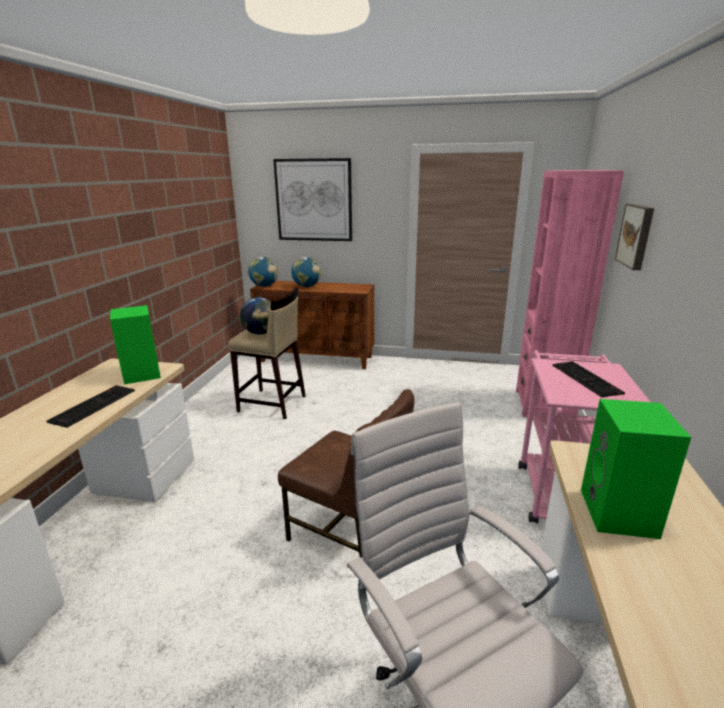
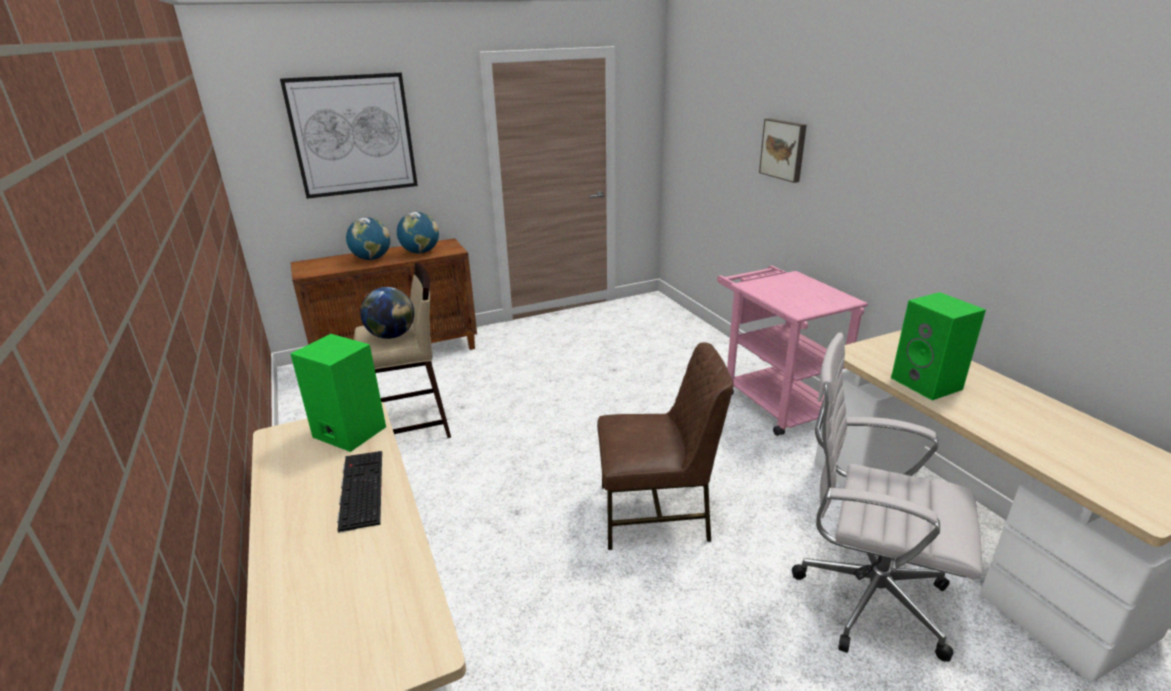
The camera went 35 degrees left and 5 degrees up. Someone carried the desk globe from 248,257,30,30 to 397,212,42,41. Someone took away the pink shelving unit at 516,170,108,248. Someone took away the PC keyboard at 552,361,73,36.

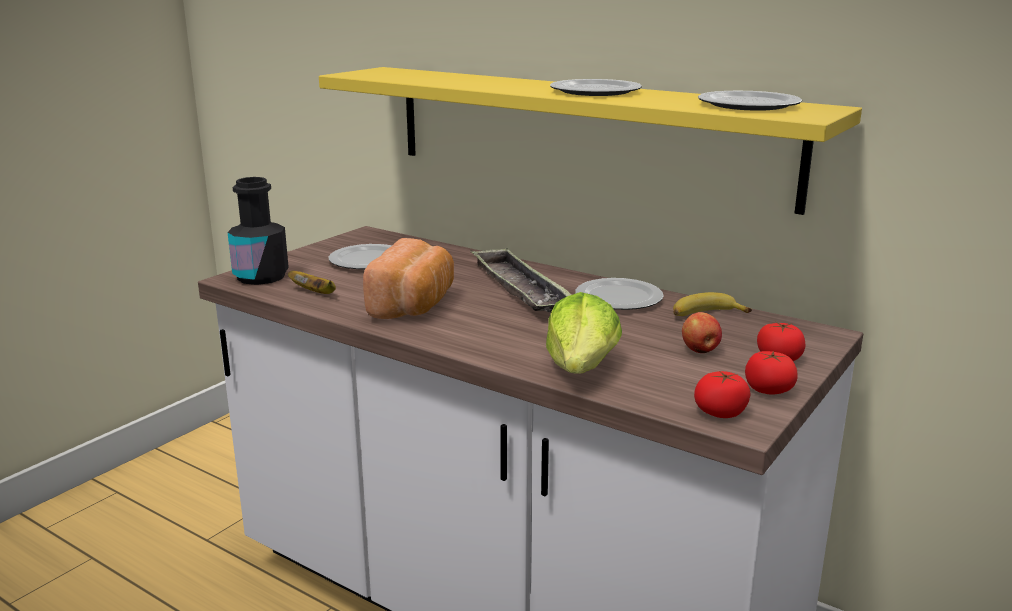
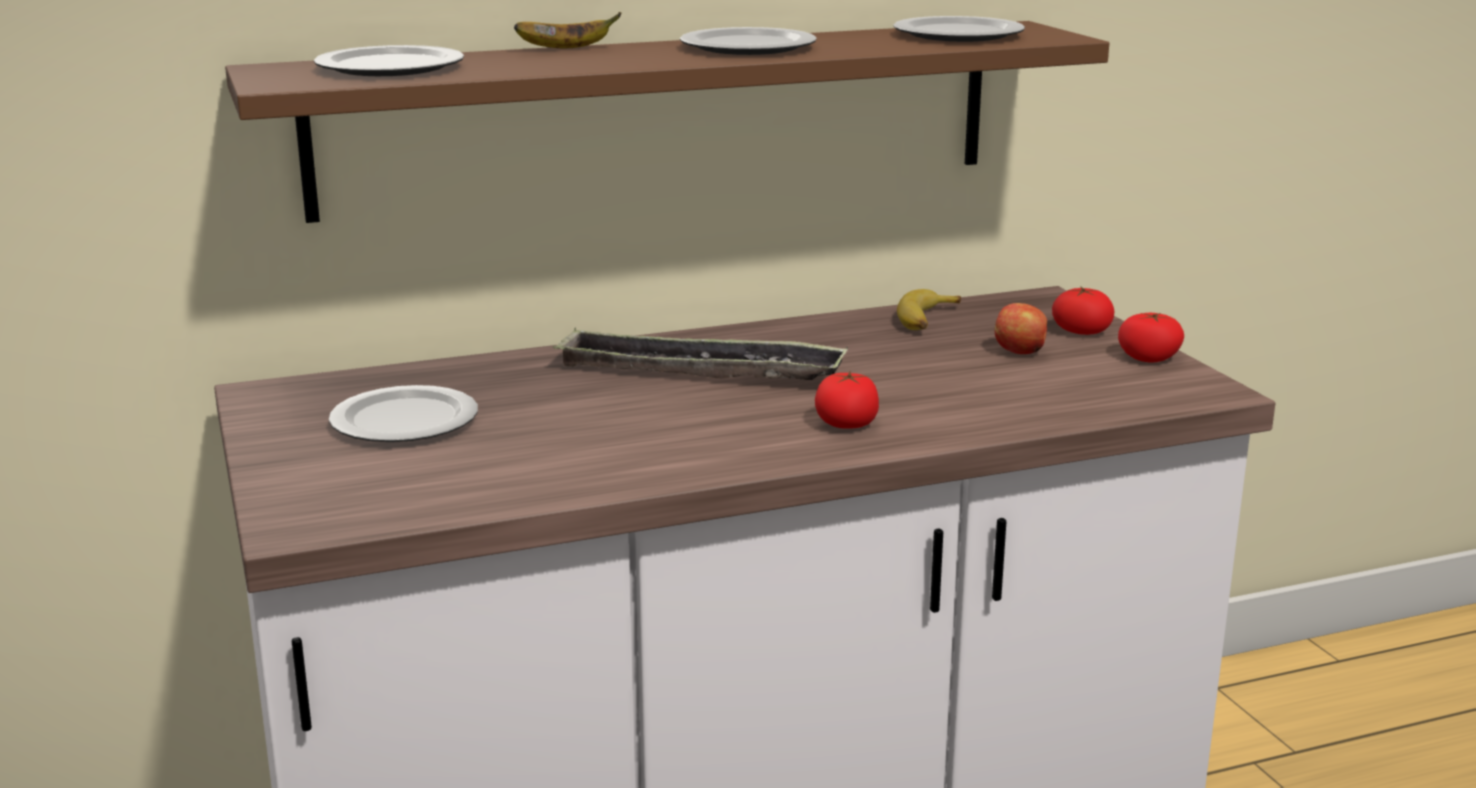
The camera went 55 degrees left and 0 degrees up. Someone took away the black drink bottle at 227,177,62,108. Someone carried the banana from 288,271,48,23 to 514,12,107,36. Someone repainted the yellowish shelf at 319,67,543,148, which became the brownish shelf at 225,21,884,202. Someone took away the bread at 363,238,91,81. Someone took away the head of lettuce at 546,292,76,81. Someone carried the dinner plate from 575,278,89,32 to 314,45,150,31. Someone carried the fresh tomato from 694,371,57,47 to 815,371,64,58.

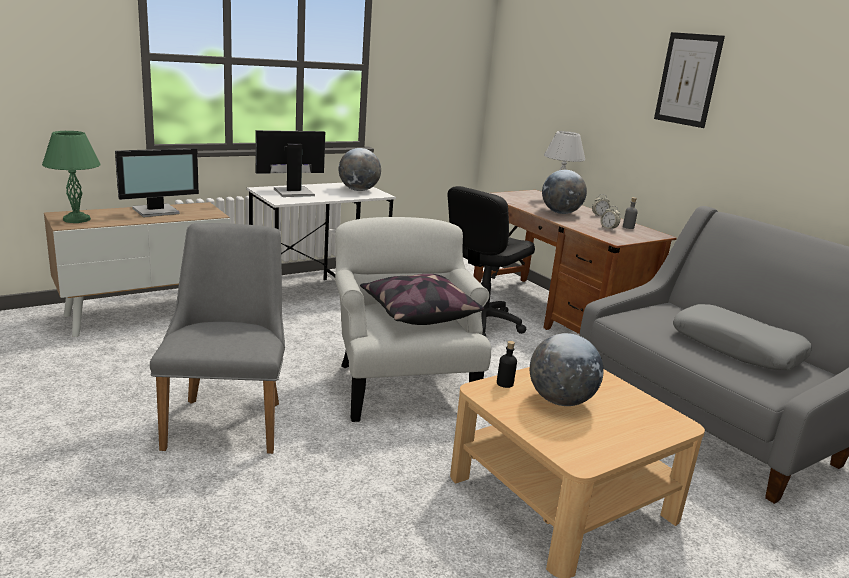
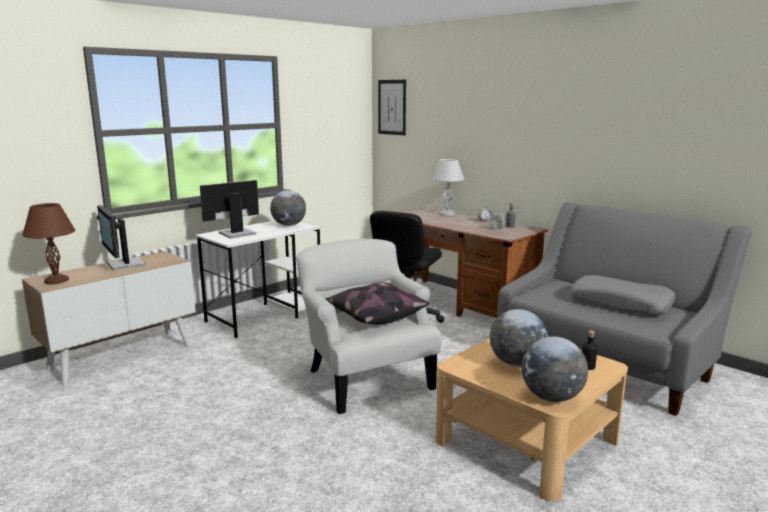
The camera went 10 degrees left and 5 degrees down. Someone repainted the green table lamp at 42,131,58,92, which became the brownish table lamp at 23,203,52,81. Someone rotated the computer display at 115,148,84,69 by 105 degrees clockwise. Someone took away the greyish plain chair at 150,223,135,231. Someone carried the black drink bottle from 497,341,20,47 to 582,331,15,39. Someone carried the desk globe from 542,170,45,44 to 521,337,67,65. Someone carried the picture from 654,32,71,96 to 378,80,28,55.

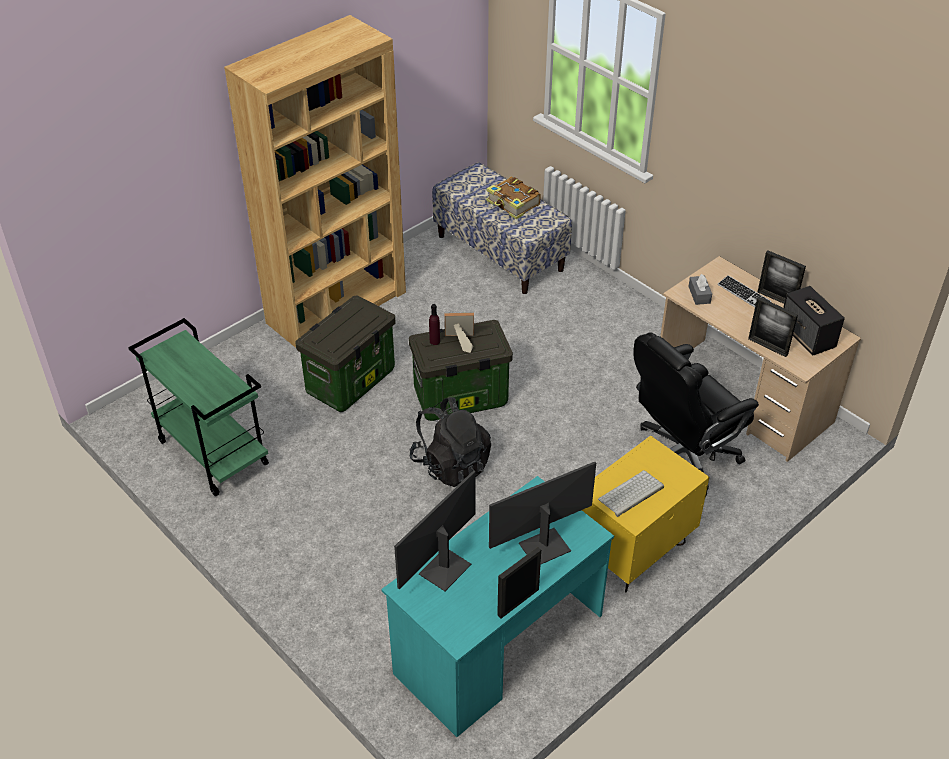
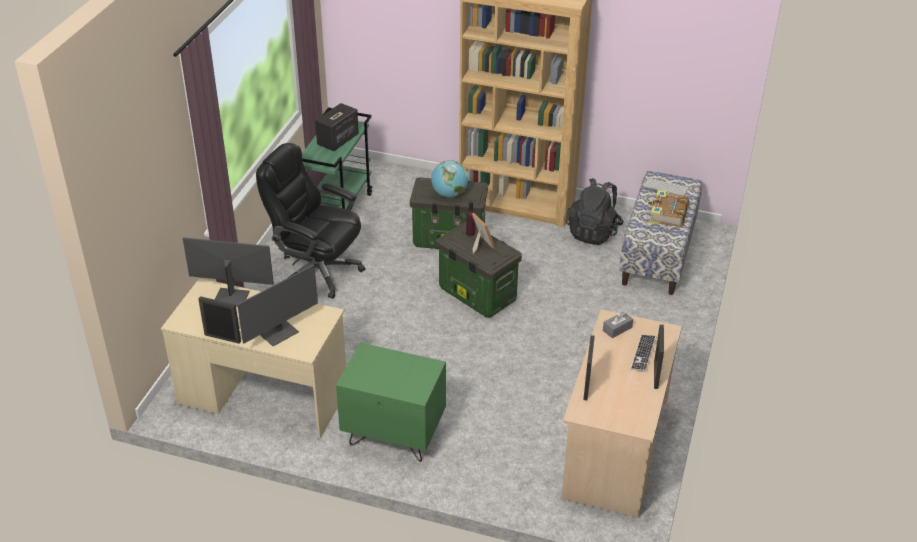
The camera went 60 degrees right and 5 degrees down. Someone repainted the blue-green desk table at 381,476,233,261, which became the sand-coloured desk table at 161,278,185,161. Someone carried the black knapsack from 410,397,81,90 to 566,178,58,67. Someone rotated the computer display at 489,462,107,102 by 105 degrees clockwise. Someone repainted the yellowish nightstand at 582,435,127,157, which became the green nightstand at 336,343,110,119. Someone carried the PC keyboard from 598,470,66,47 to 643,178,46,18. Someone carried the black computer chair from 633,332,126,165 to 256,143,109,156. Someone carried the audio speaker from 783,286,62,69 to 315,103,44,48. Someone put down the desk globe at 431,160,37,37.

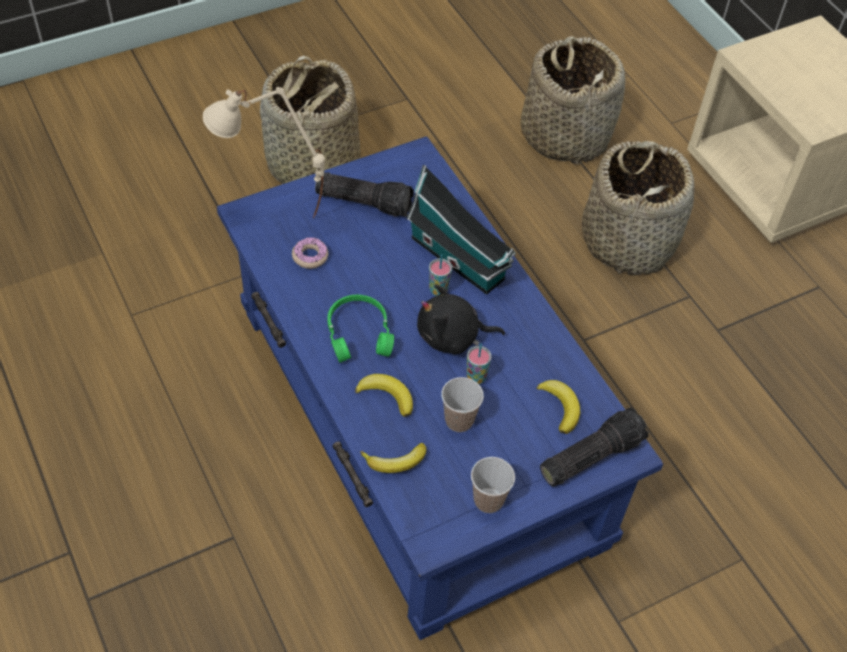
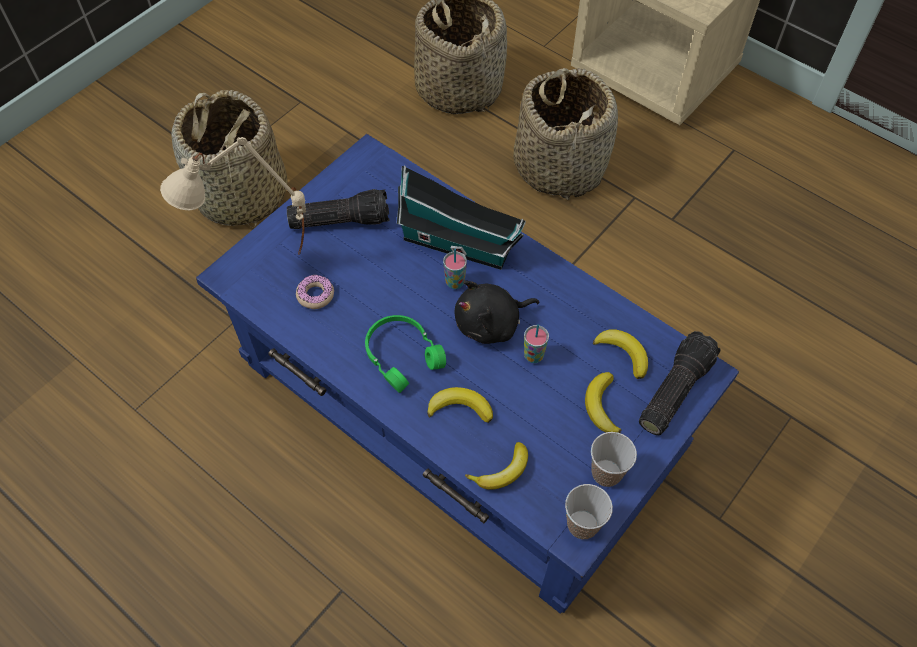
The camera went 20 degrees left and 5 degrees up. Someone carried the small cup from 441,377,43,55 to 565,484,48,55. Someone put down the banana at 585,372,36,61.

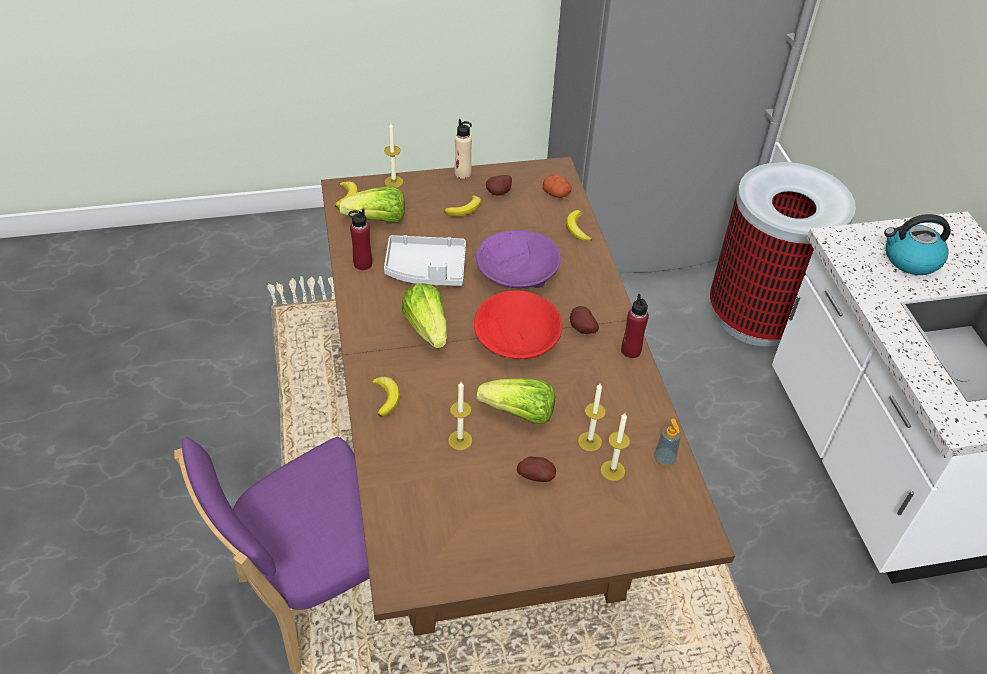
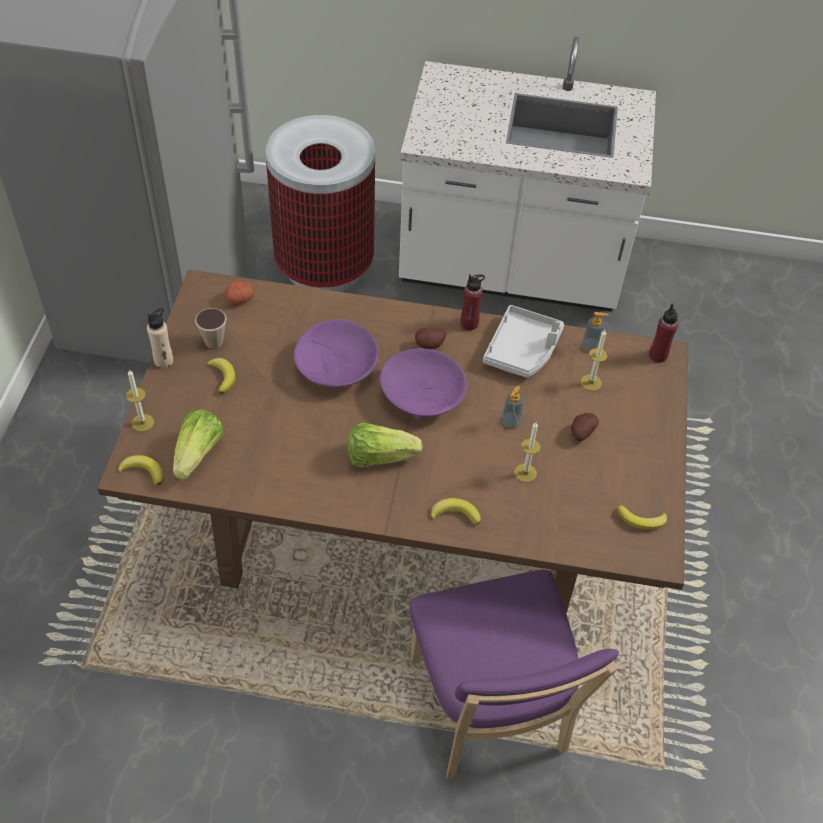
The camera went 70 degrees left and 5 degrees up. Someone carried the red drink bottle from 348,208,24,62 to 649,304,29,59. Someone carried the greyish serving tray from 384,235,82,51 to 483,305,81,73. Someone repainted the red deep dish at 474,290,88,69, which became the purple-coloured deep dish at 380,348,87,72. Someone swapped the head of lettuce at 476,379,79,45 for the soap bottle at 501,386,22,42. Someone swapped the potato at 486,175,26,21 for the small cup at 195,308,32,40. Someone carried the banana from 566,210,26,31 to 617,505,50,25. Someone took away the wax light at 578,384,28,68. Someone took away the kettle at 884,214,67,61.

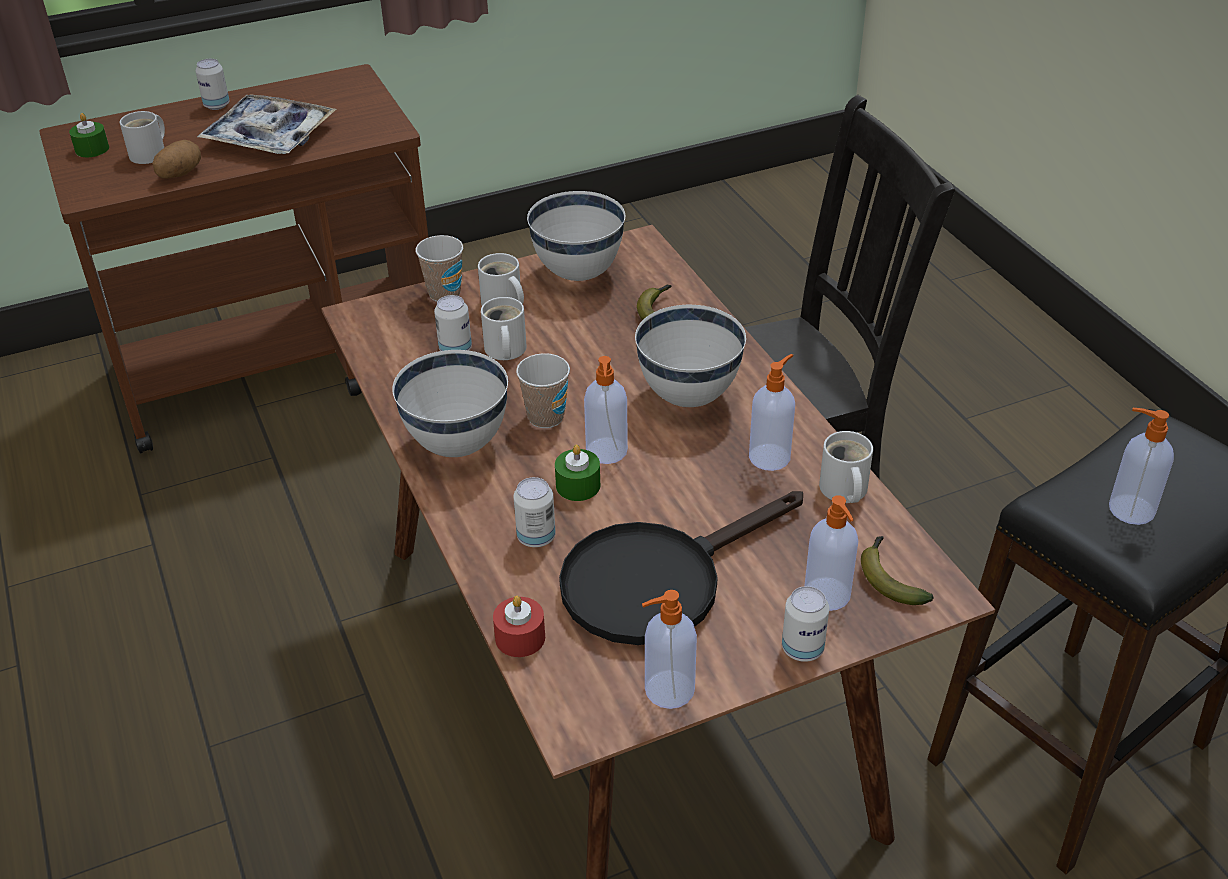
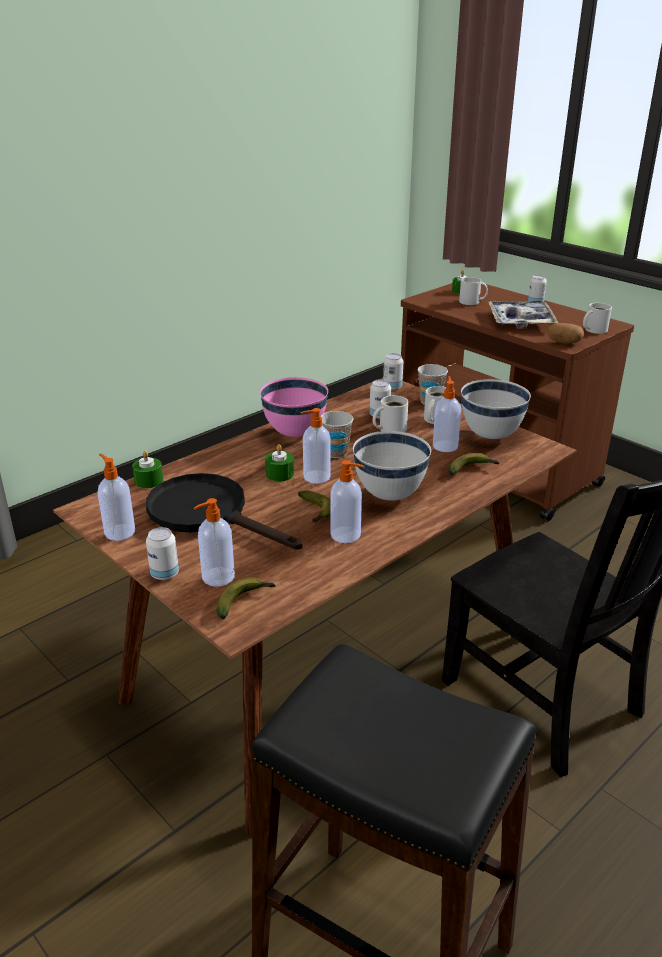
The camera went 70 degrees right and 10 degrees down. Someone carried the potato from 152,140,49,39 to 547,323,37,21. Someone repainted the whitish deep dish at 392,350,116,107, which became the pink deep dish at 260,377,68,60. Someone repainted the red wax light at 493,596,52,61, which became the green wax light at 132,451,31,37. Someone carried the sealed can from 513,477,43,70 to 383,353,20,37. Someone carried the whitish tea mug from 819,431,54,72 to 583,303,29,31. Someone carried the soap bottle from 1109,408,65,117 to 433,376,28,76. Someone put down the banana at 298,490,32,33.

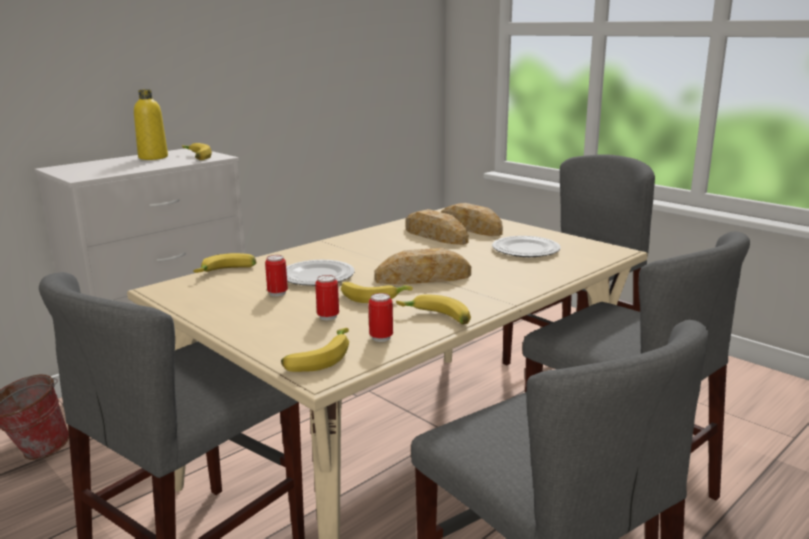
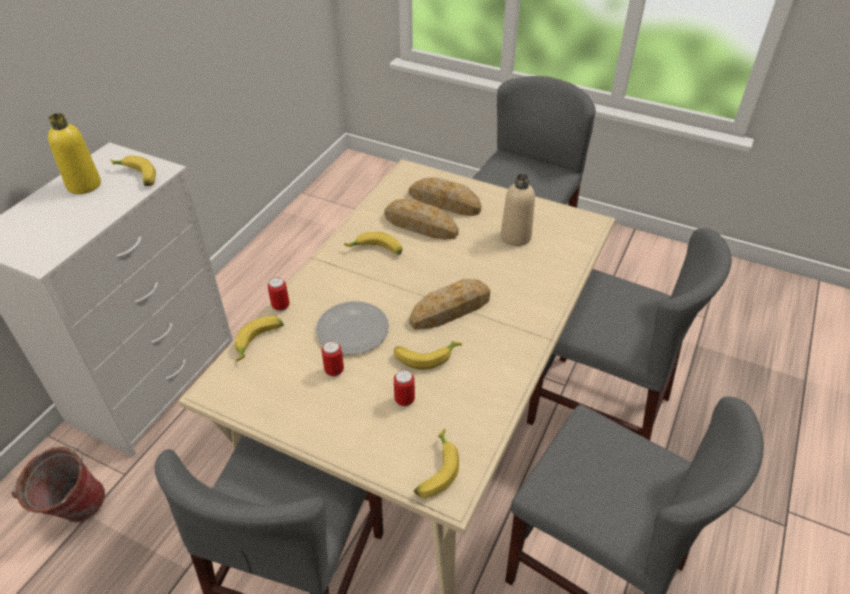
The camera went 20 degrees left and 25 degrees up. Someone carried the sealed can from 369,293,24,49 to 268,277,22,35. Someone carried the banana from 396,294,75,31 to 344,232,59,23. Someone swapped the dinner plate at 492,236,69,21 for the sand-coloured drink bottle at 501,174,34,72.

